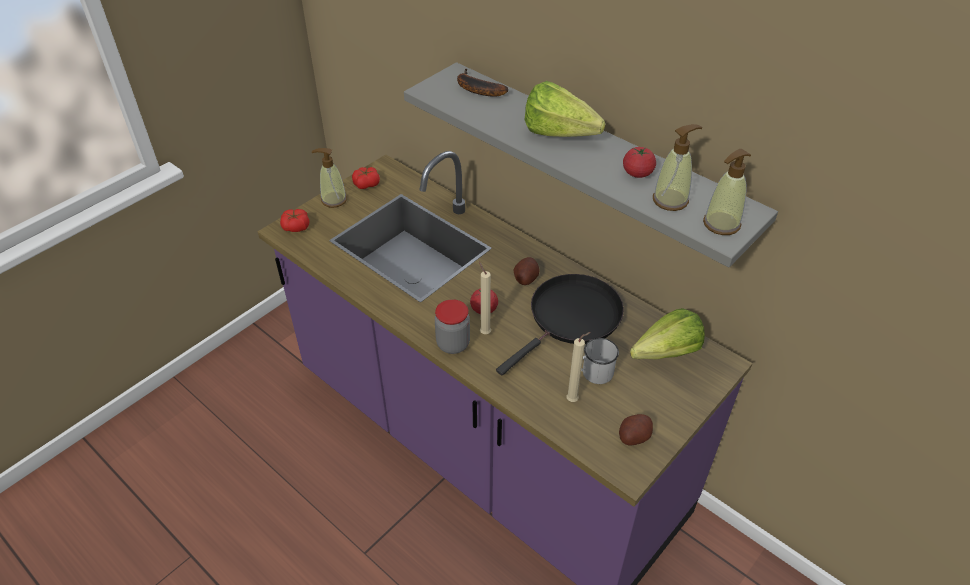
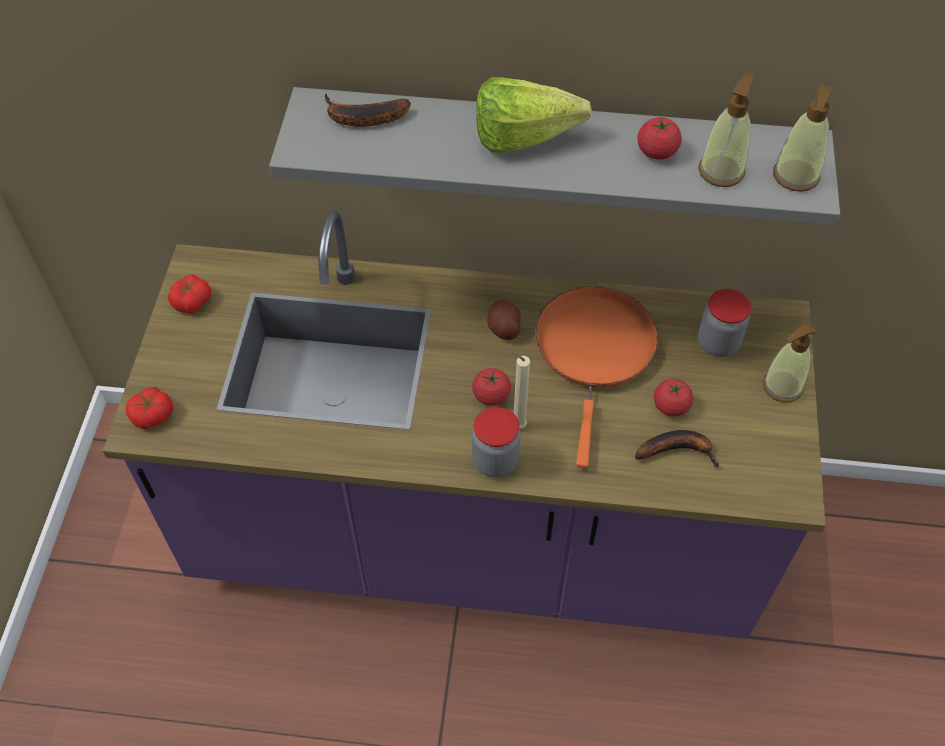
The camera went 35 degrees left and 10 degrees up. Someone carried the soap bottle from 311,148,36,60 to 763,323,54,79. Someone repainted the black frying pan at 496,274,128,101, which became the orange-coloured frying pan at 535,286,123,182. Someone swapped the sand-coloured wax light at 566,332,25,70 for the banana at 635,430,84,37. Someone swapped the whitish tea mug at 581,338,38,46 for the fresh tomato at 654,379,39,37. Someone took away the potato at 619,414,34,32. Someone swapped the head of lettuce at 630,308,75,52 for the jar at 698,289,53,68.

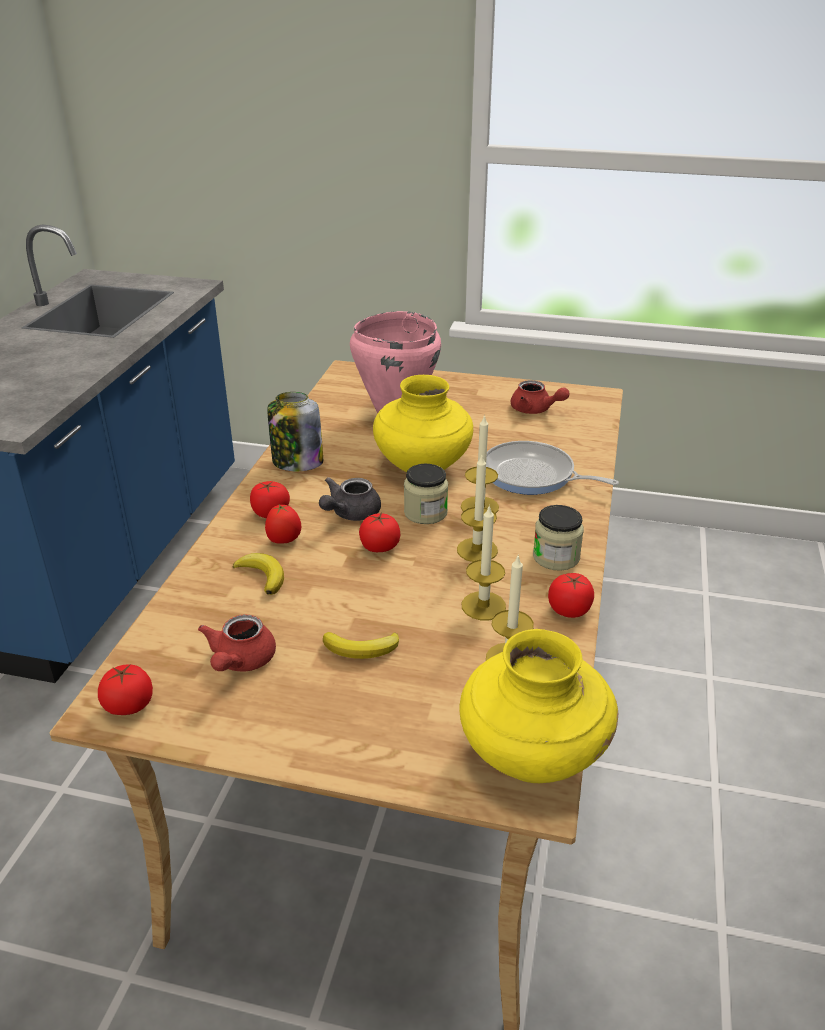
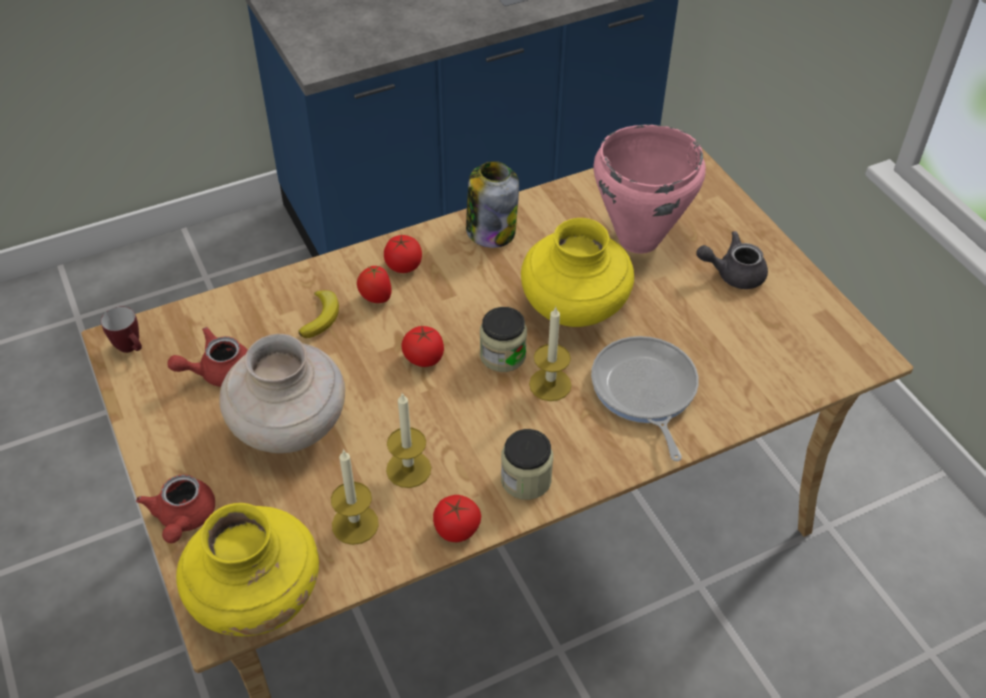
The camera went 50 degrees right and 15 degrees up. Someone swapped the fresh tomato at 98,663,55,52 for the tea mug at 101,306,41,47. Someone carried the greyish pot for tea from 319,477,62,44 to 696,231,72,58. Someone swapped the banana at 323,632,76,27 for the sand-coloured decorative vase at 219,334,126,119. Someone took away the wax light at 457,455,41,107. Someone carried the red pot for tea from 511,380,59,34 to 136,475,79,68.

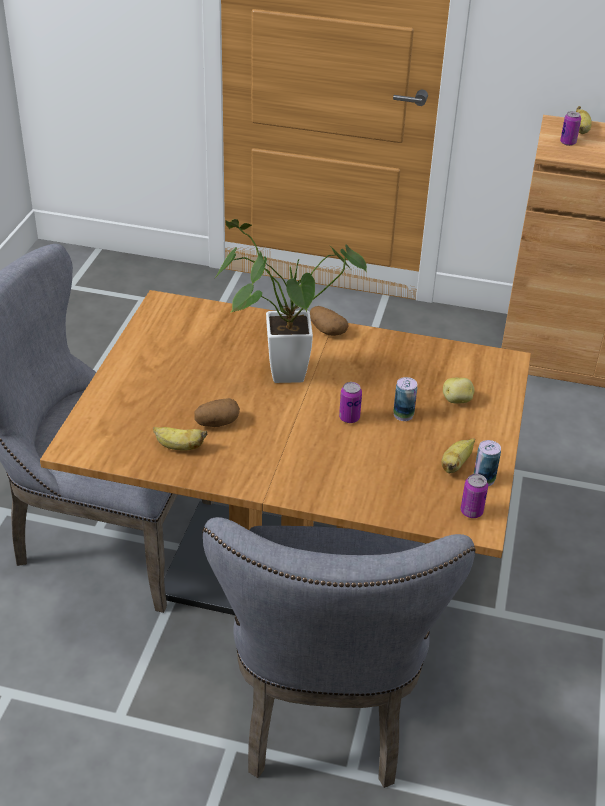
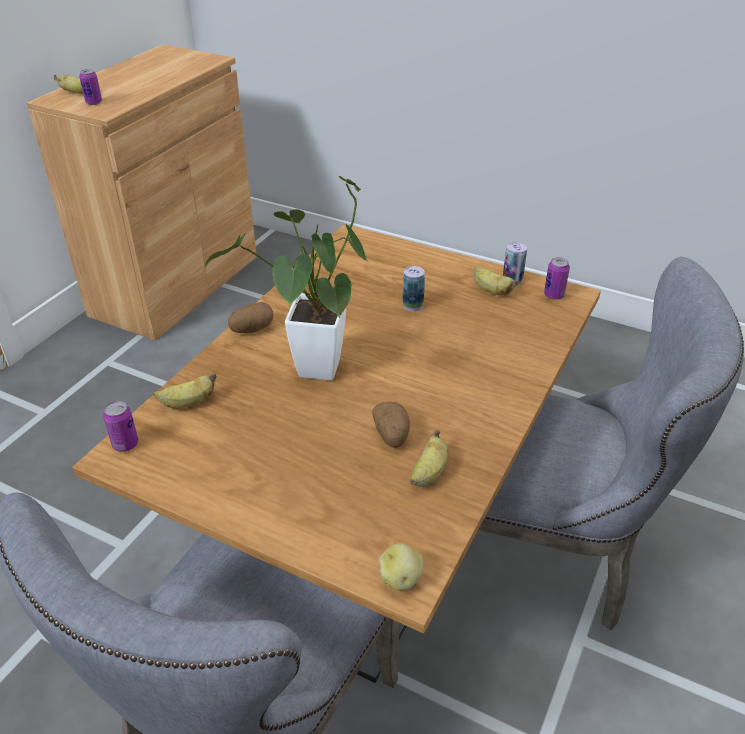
The camera went 75 degrees left and 0 degrees up. Someone carried the sealed can from 339,382,23,41 to 103,401,35,51. Someone carried the potato from 443,378,32,25 to 379,543,44,48. Someone put down the banana at 153,373,64,35.

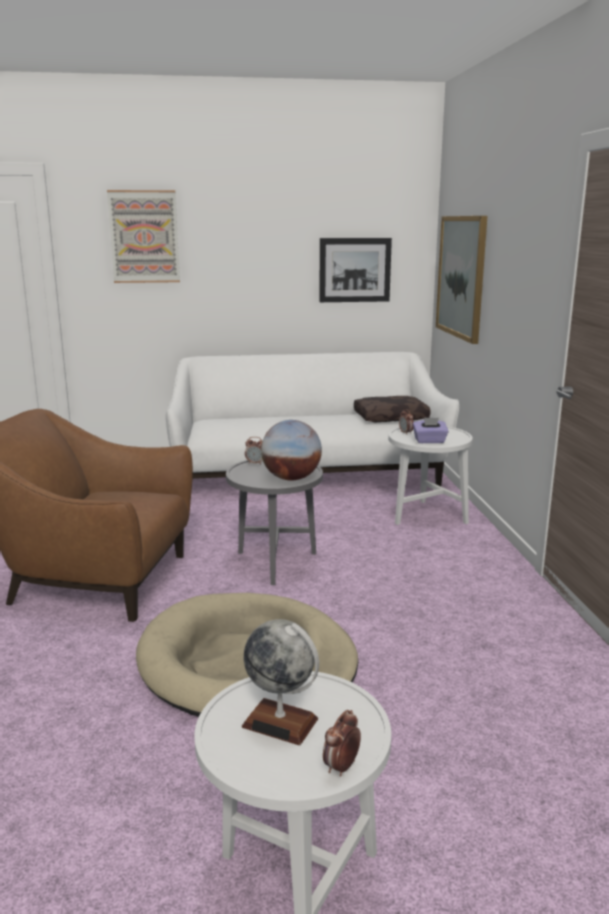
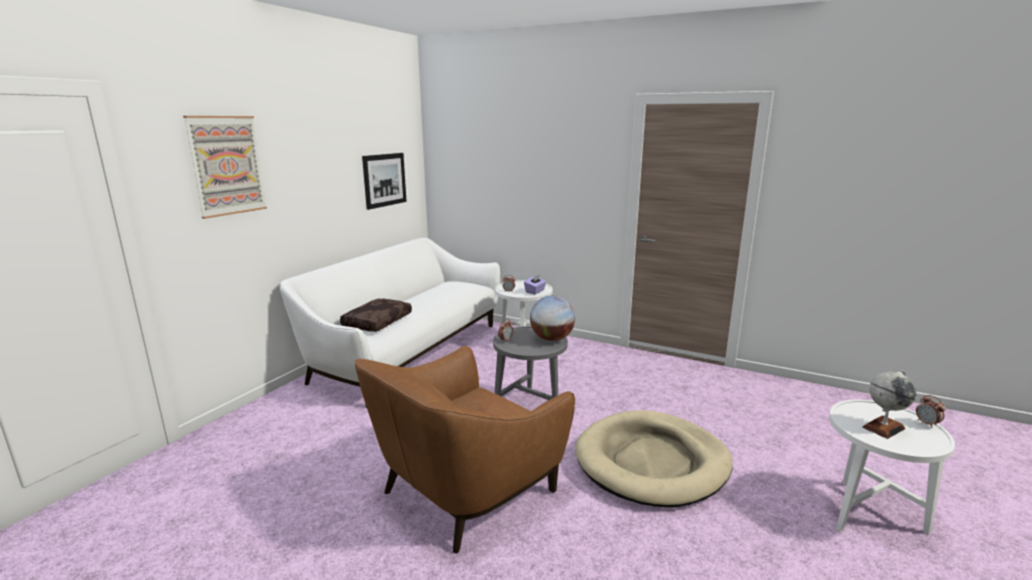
The camera went 55 degrees left and 0 degrees up. Someone carried the brownish throw pillow from 354,396,76,26 to 340,298,72,34. Someone took away the picture at 436,216,51,128.

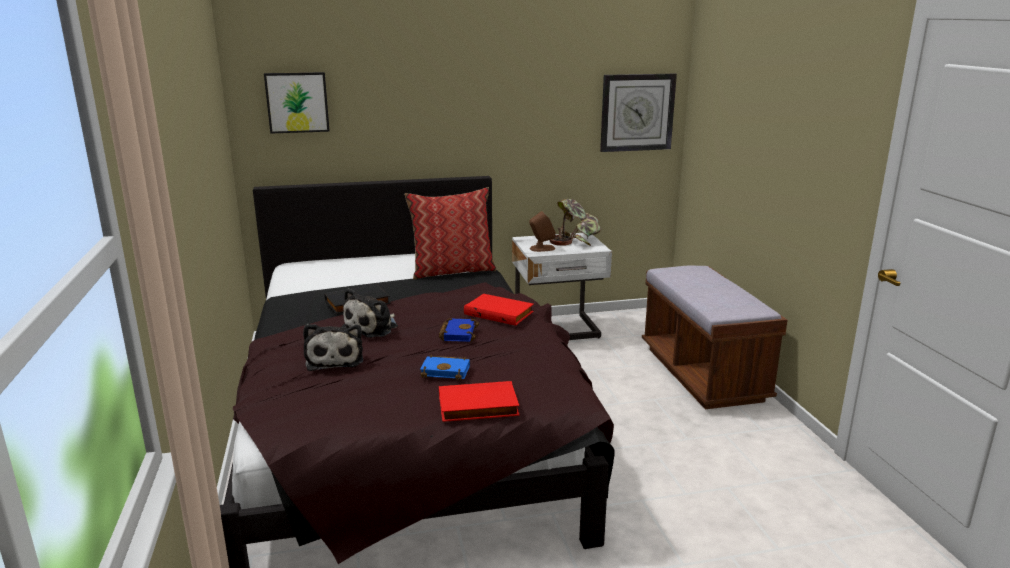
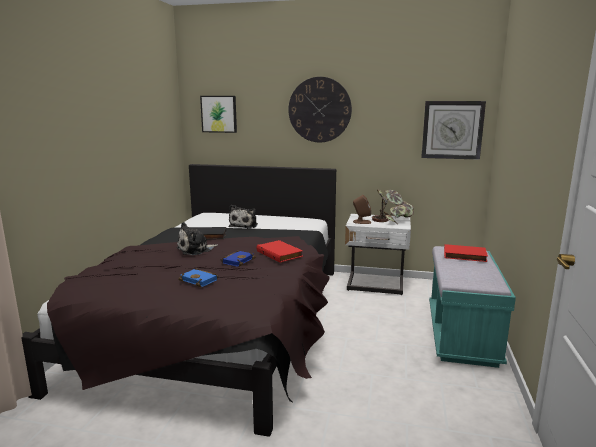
The camera went 25 degrees right and 5 degrees down. Someone carried the cuddly toy from 303,324,60,47 to 229,205,29,23. Someone took away the throw pillow at 404,187,92,92. Someone carried the red book from 439,381,80,41 to 444,244,44,18. Someone repainted the brownish bench at 642,266,146,143, which became the blue-green bench at 429,246,87,122. Someone put up the hanging clock at 288,77,64,65.

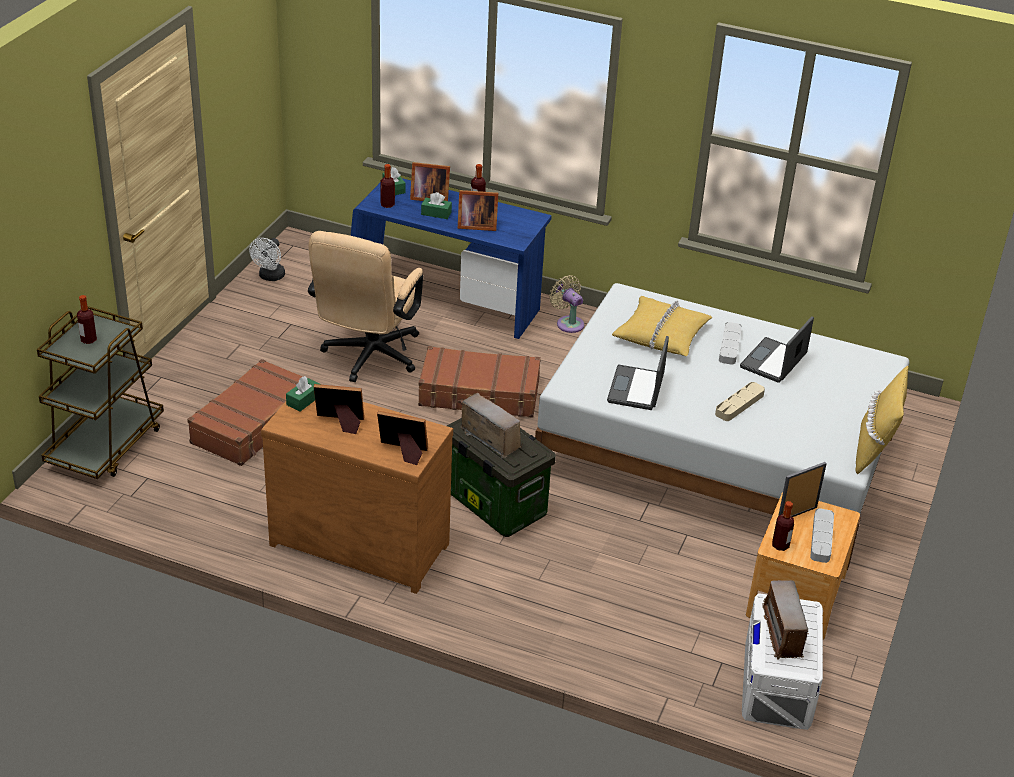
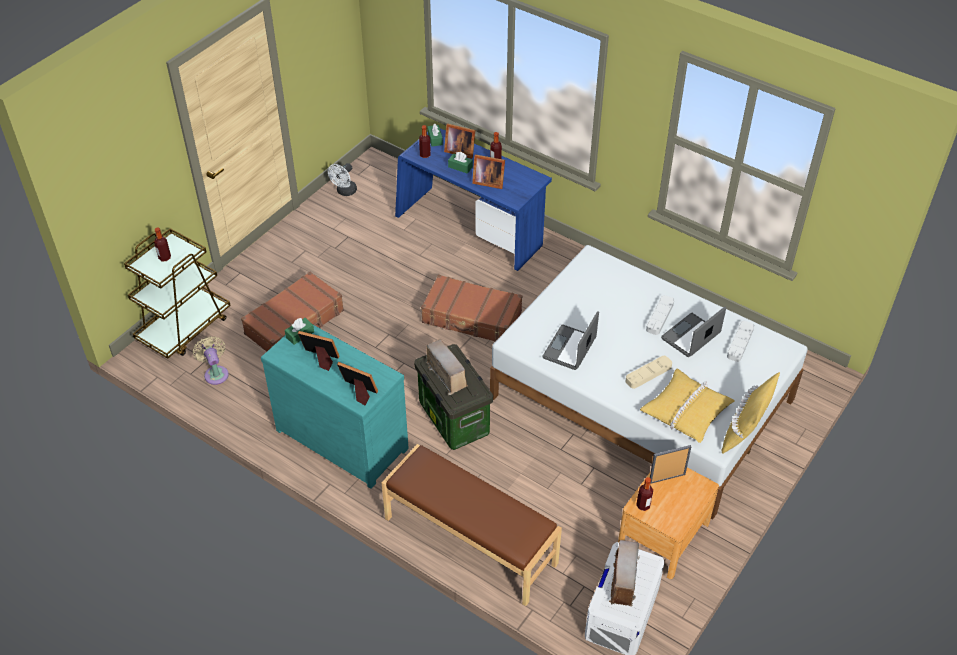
The camera went 15 degrees right and 10 degrees up. Someone repainted the brownish dresser at 261,401,192,193, which became the blue-green dresser at 261,325,148,164. Someone took away the sand-coloured computer chair at 308,231,115,151. Someone carried the sand-coloured fan from 549,275,35,58 to 193,336,36,49. Someone carried the yellowish throw pillow from 612,296,101,60 to 640,369,95,74. Someone carried the greyish serving tray from 810,508,24,55 to 727,321,27,41. Someone put down the brownish bench at 382,444,180,162.

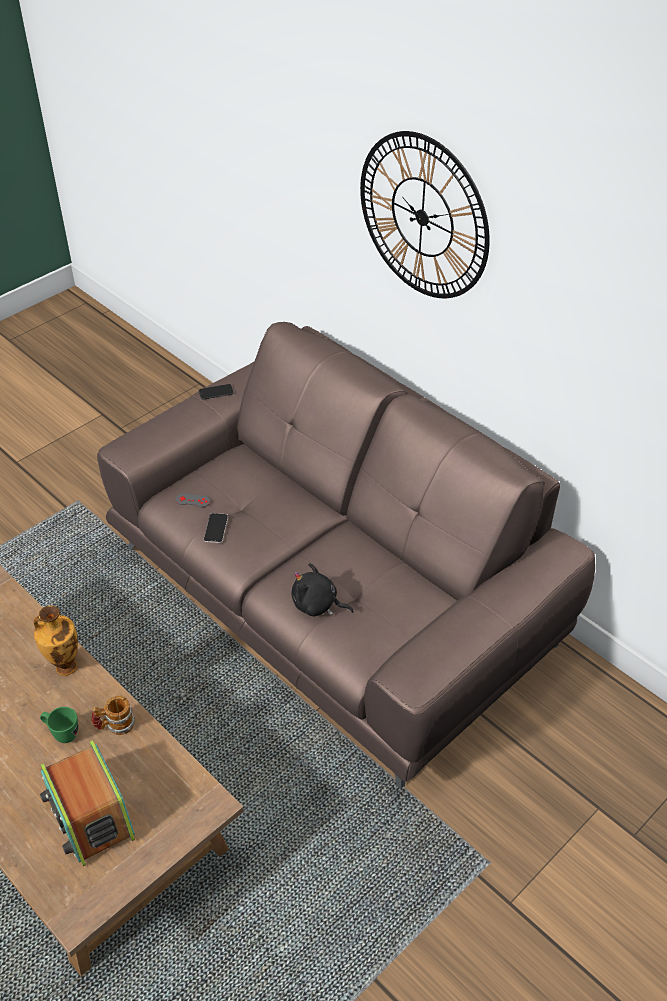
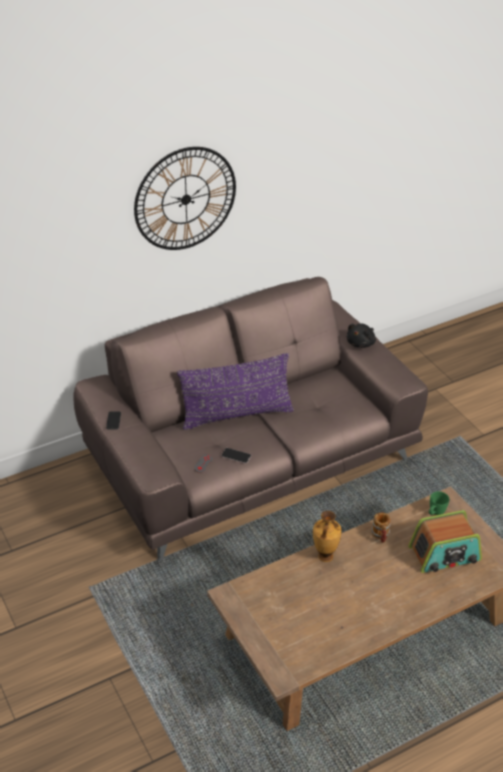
The camera went 75 degrees left and 5 degrees down. Someone carried the green tea mug from 40,707,38,36 to 429,491,21,24. Someone carried the black cuddly toy from 292,563,62,53 to 347,324,29,24. Someone put down the purple-coloured throw pillow at 177,353,117,77.

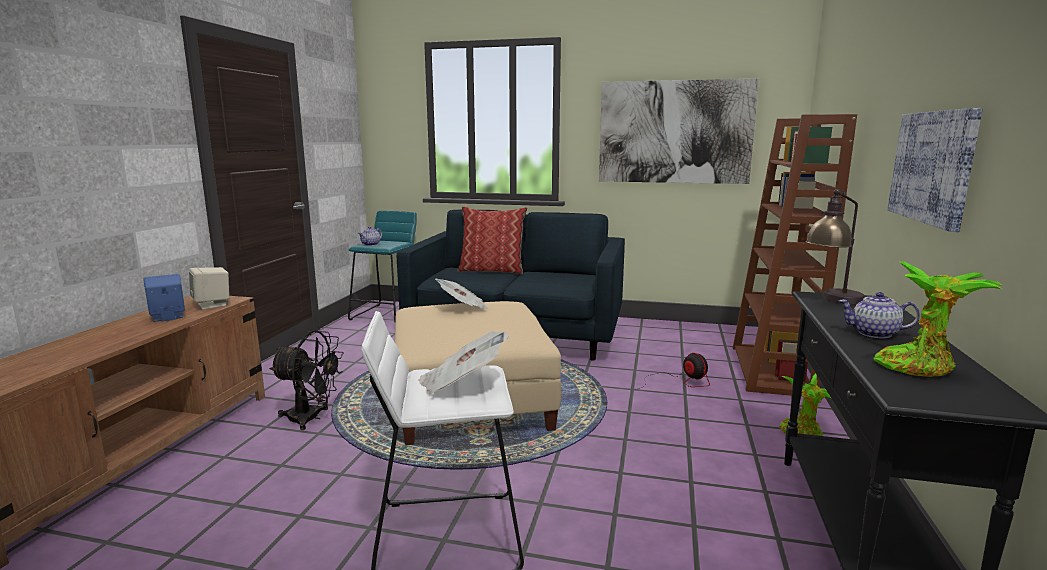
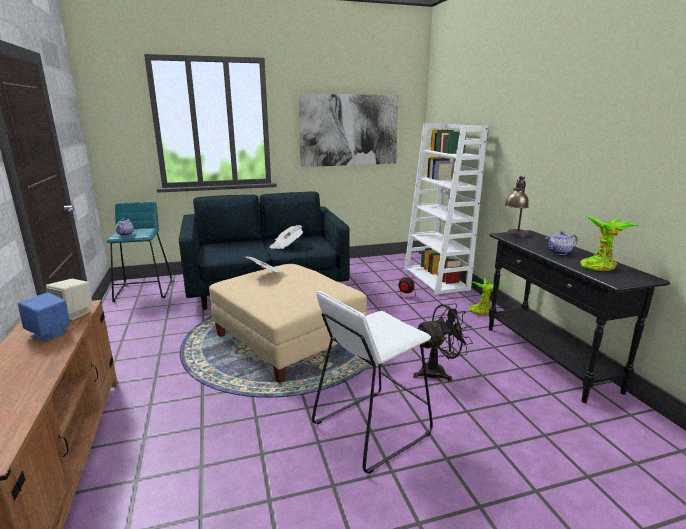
The camera went 30 degrees left and 5 degrees up. Someone carried the black fan from 269,330,75,100 to 413,303,60,79. Someone carried the printed paper from 418,331,90,63 to 270,225,33,24. Someone took away the throw pillow at 457,206,71,68. Someone repainted the brownish shelving unit at 733,114,124,283, which became the whitish shelving unit at 404,124,84,171. Someone took away the picture at 887,108,96,124.

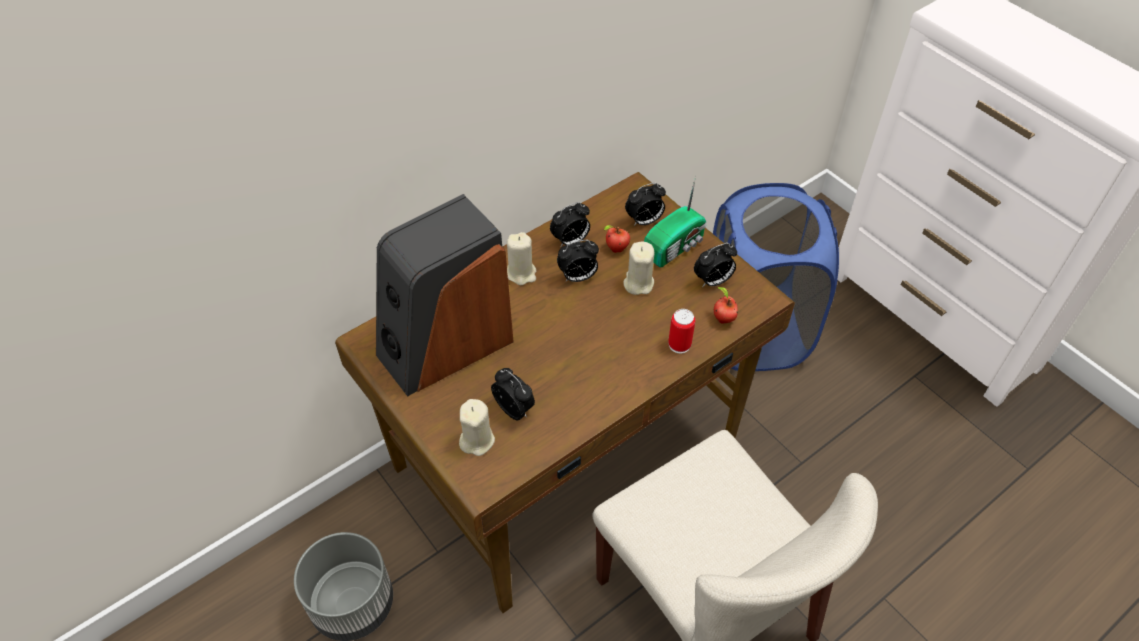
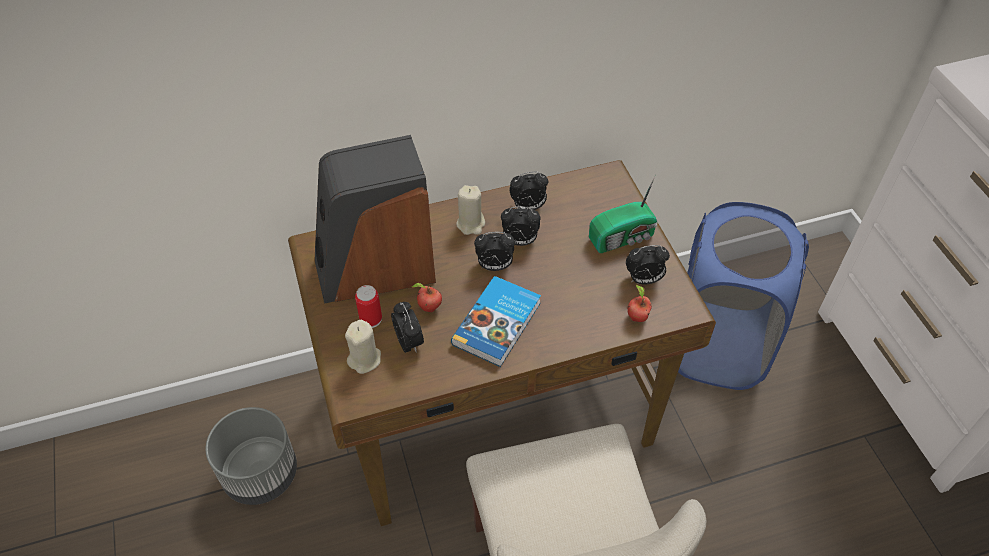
The camera went 20 degrees right and 0 degrees up. Someone carried the whole apple from 604,225,26,28 to 412,283,30,29. Someone took away the sand-coloured wax light at 623,242,31,53. Someone carried the bedside clock from 625,183,41,43 to 474,232,41,39. Someone carried the sealed can from 668,309,27,45 to 355,285,27,43. Someone put down the book at 451,276,90,91.

